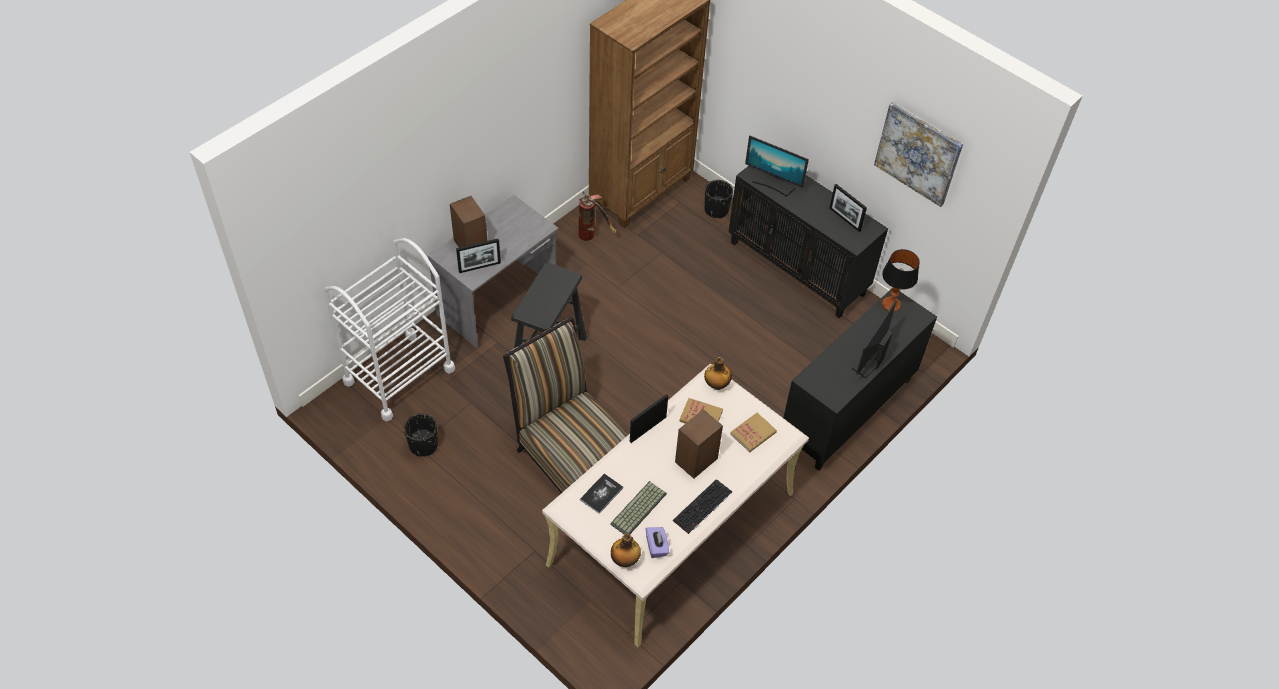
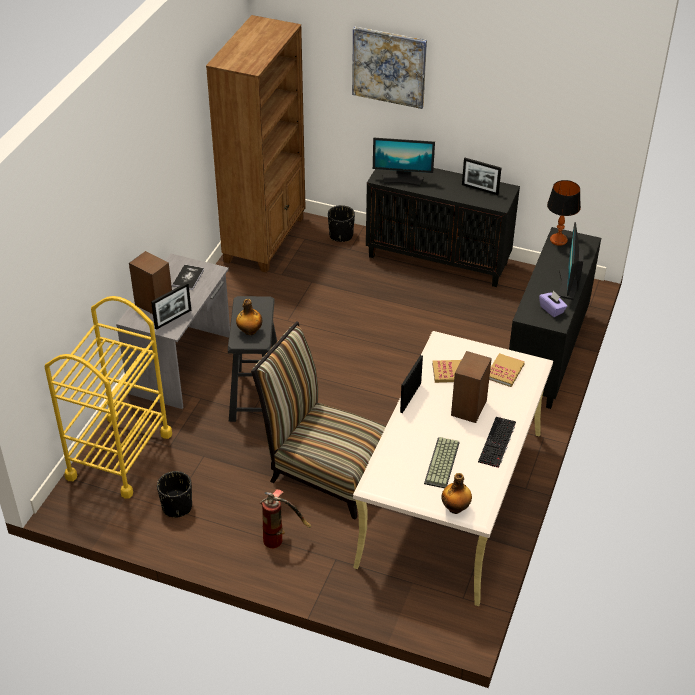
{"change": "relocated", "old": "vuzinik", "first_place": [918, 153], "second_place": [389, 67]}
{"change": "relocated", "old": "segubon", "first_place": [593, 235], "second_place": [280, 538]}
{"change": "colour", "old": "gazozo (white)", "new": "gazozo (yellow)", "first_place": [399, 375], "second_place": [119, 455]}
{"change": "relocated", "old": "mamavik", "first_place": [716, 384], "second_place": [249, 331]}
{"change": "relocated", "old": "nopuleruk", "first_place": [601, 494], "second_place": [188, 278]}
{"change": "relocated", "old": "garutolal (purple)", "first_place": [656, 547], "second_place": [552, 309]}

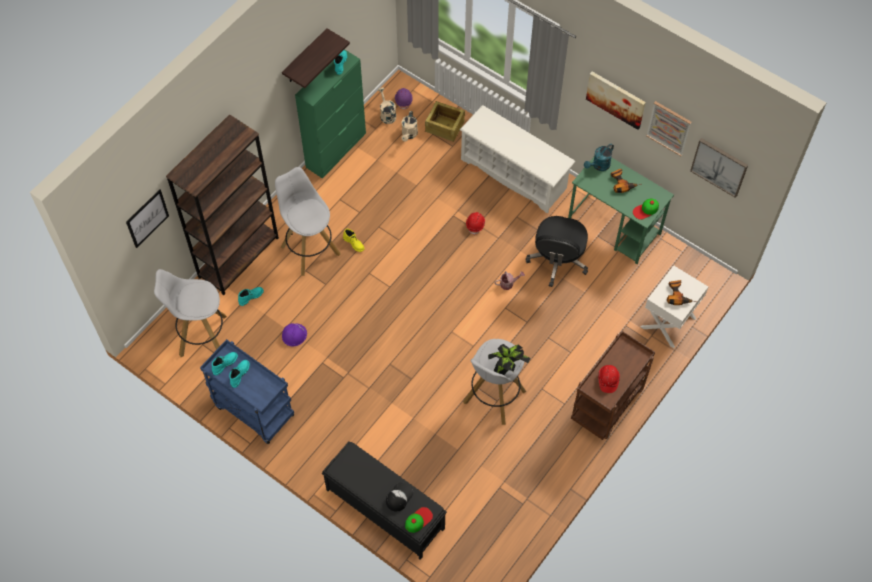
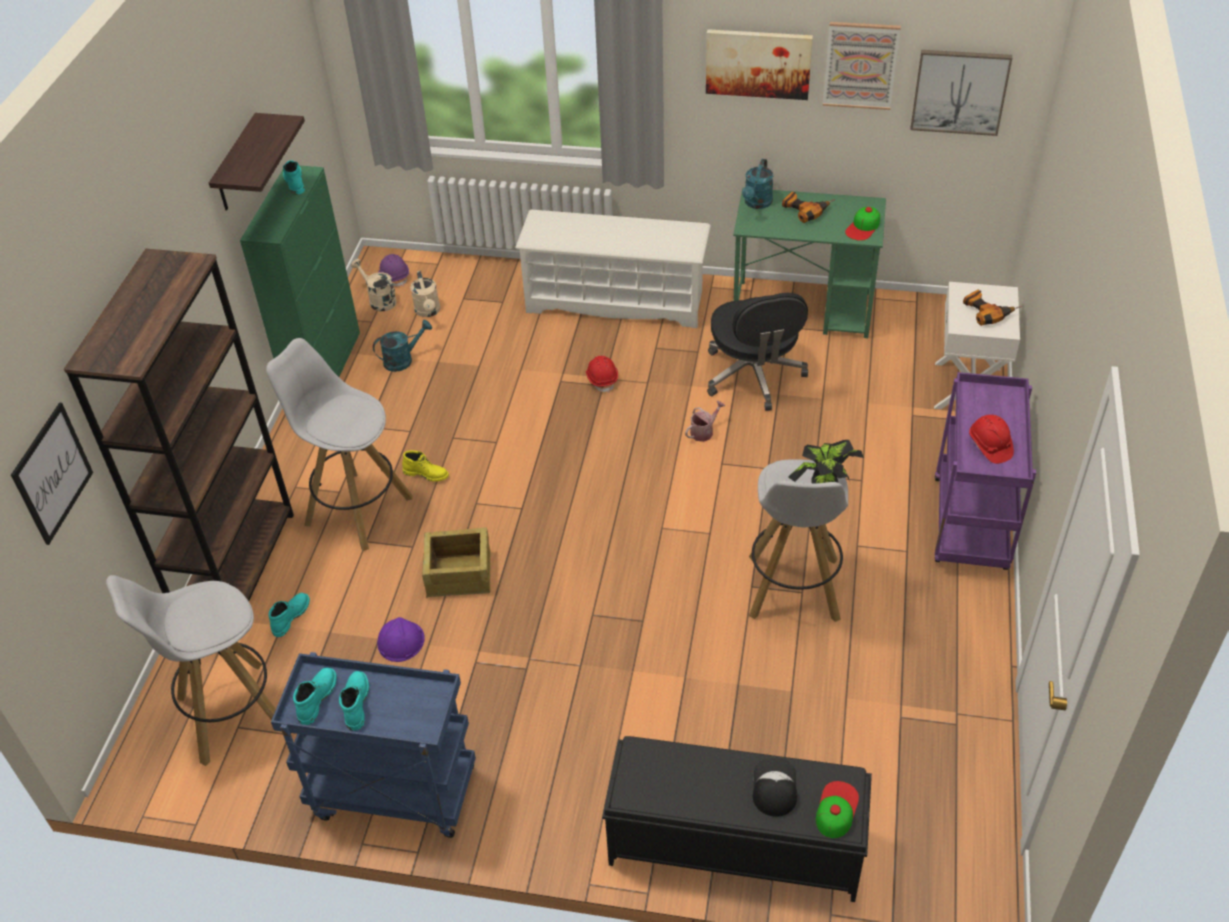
{"change": "relocated", "old": "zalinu", "first_place": [445, 127], "second_place": [459, 575]}
{"change": "colour", "old": "gazozo (brown)", "new": "gazozo (purple)", "first_place": [607, 406], "second_place": [971, 526]}
{"change": "appeared", "new": "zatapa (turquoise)", "second_place": [403, 360]}

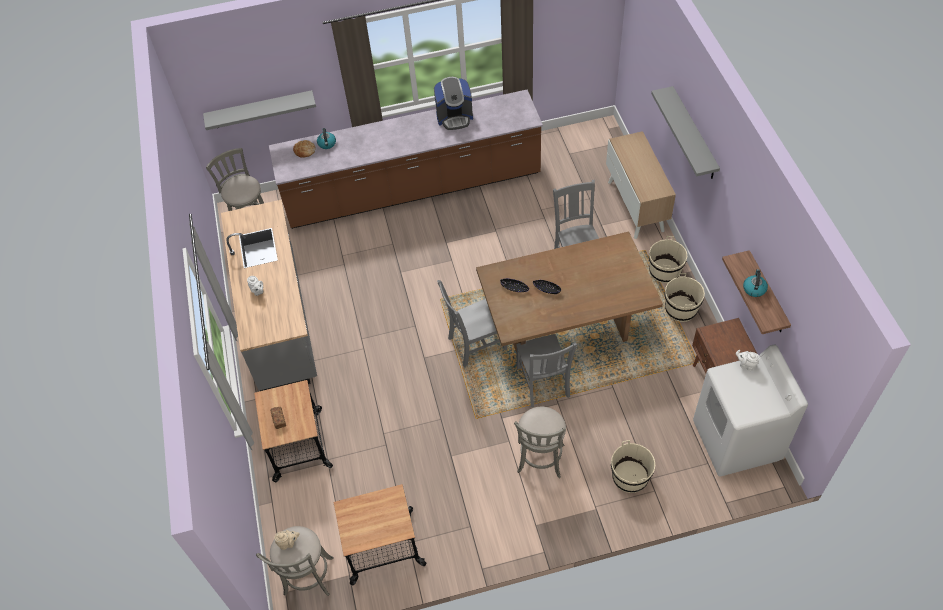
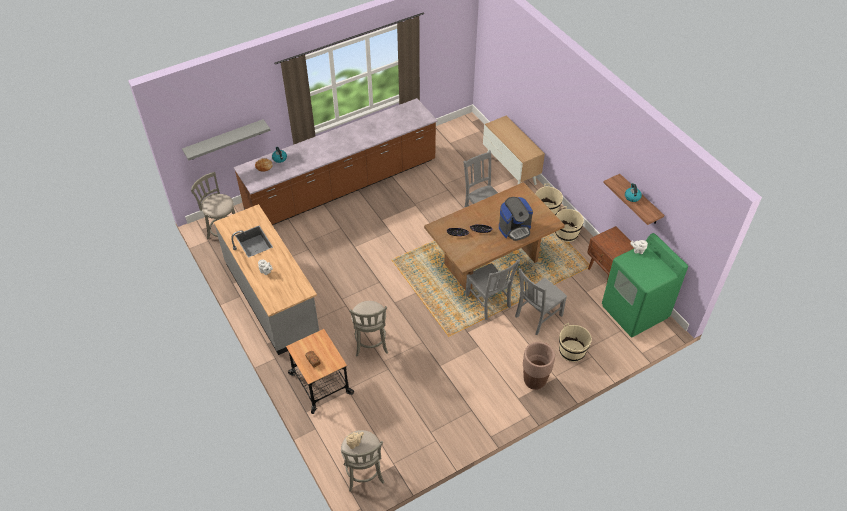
{"change": "relocated", "old": "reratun", "first_place": [454, 117], "second_place": [514, 229]}
{"change": "missing", "old": "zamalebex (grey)", "first_place": [694, 134]}
{"change": "relocated", "old": "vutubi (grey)", "first_place": [475, 344], "second_place": [537, 316]}
{"change": "colour", "old": "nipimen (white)", "new": "nipimen (green)", "first_place": [736, 441], "second_place": [635, 312]}
{"change": "relocated", "old": "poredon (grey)", "first_place": [540, 461], "second_place": [371, 345]}
{"change": "missing", "old": "gazozo", "first_place": [382, 547]}
{"change": "appeared", "new": "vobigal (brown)", "second_place": [534, 381]}

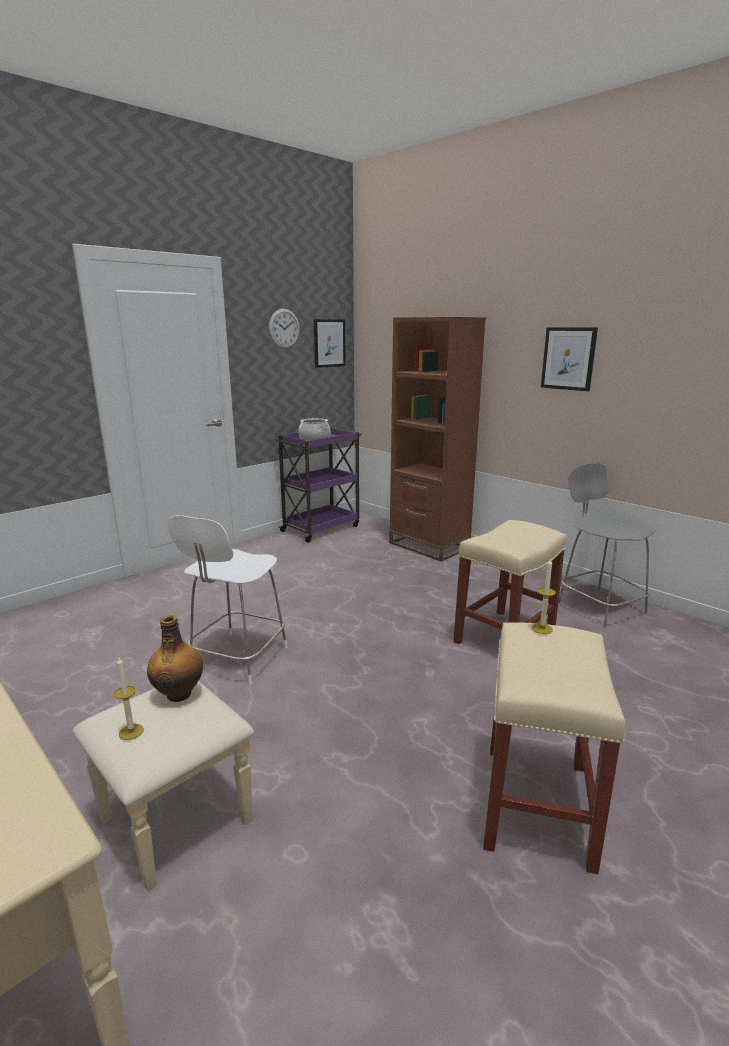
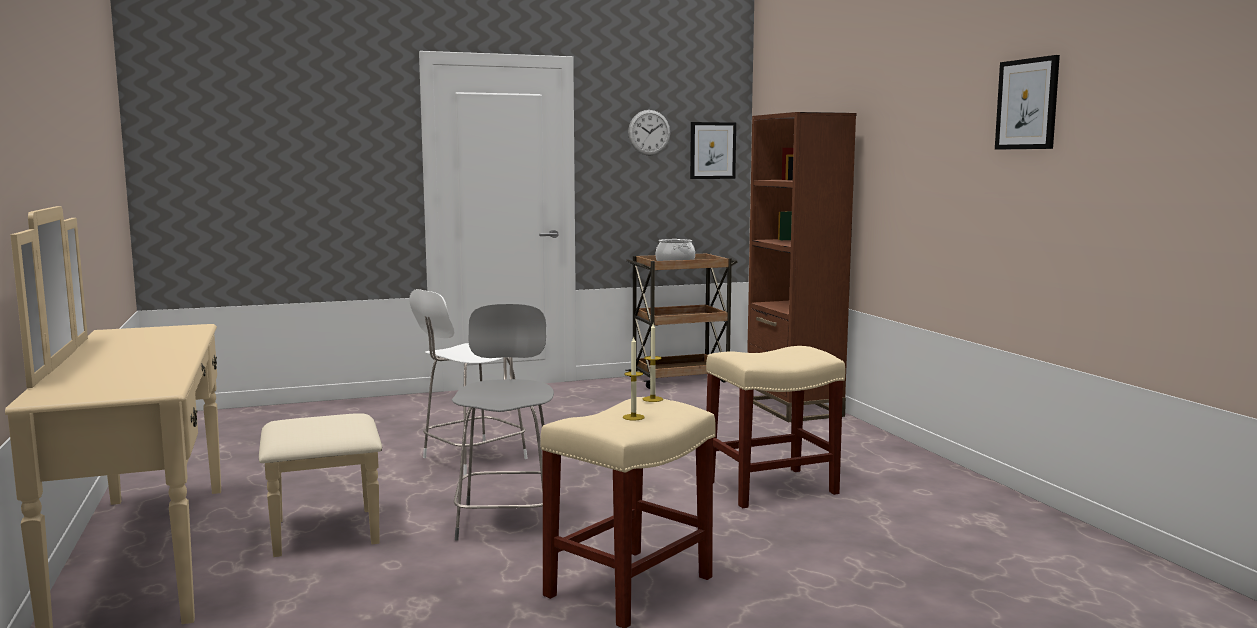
{"change": "relocated", "old": "vuzinik", "first_place": [568, 358], "second_place": [1027, 104]}
{"change": "colour", "old": "gazozo (purple)", "new": "gazozo (brown)", "first_place": [321, 528], "second_place": [680, 379]}
{"change": "relocated", "old": "vutubi (grey)", "first_place": [598, 606], "second_place": [507, 520]}
{"change": "missing", "old": "mamavik", "first_place": [179, 693]}
{"change": "relocated", "old": "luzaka", "first_place": [131, 732], "second_place": [633, 417]}

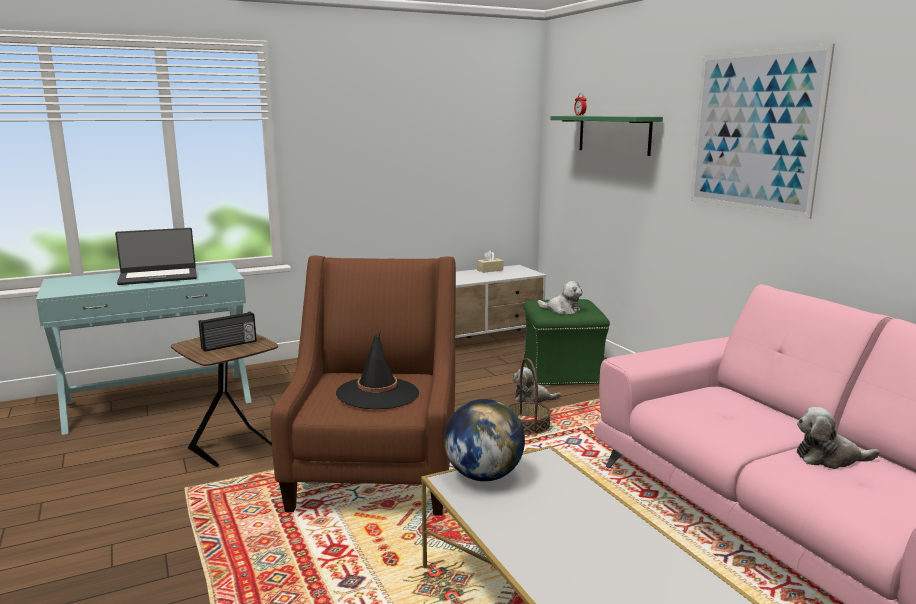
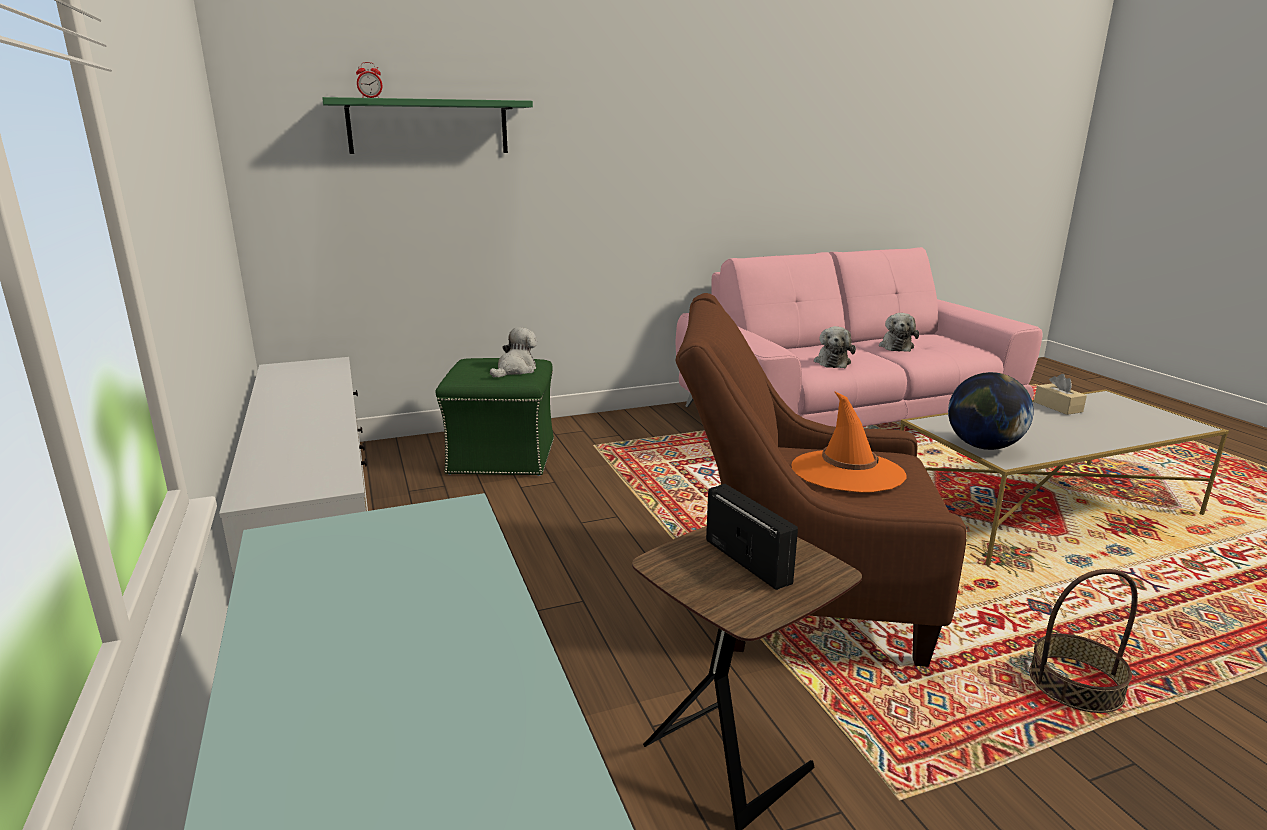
{"change": "missing", "old": "vuzinik", "first_place": [754, 131]}
{"change": "missing", "old": "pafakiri", "first_place": [158, 277]}
{"change": "relocated", "old": "garutolal (beige)", "first_place": [490, 270], "second_place": [1058, 407]}
{"change": "colour", "old": "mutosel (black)", "new": "mutosel (orange)", "first_place": [378, 394], "second_place": [847, 472]}
{"change": "relocated", "old": "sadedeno", "first_place": [527, 425], "second_place": [1075, 684]}
{"change": "relocated", "old": "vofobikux", "first_place": [532, 398], "second_place": [832, 362]}

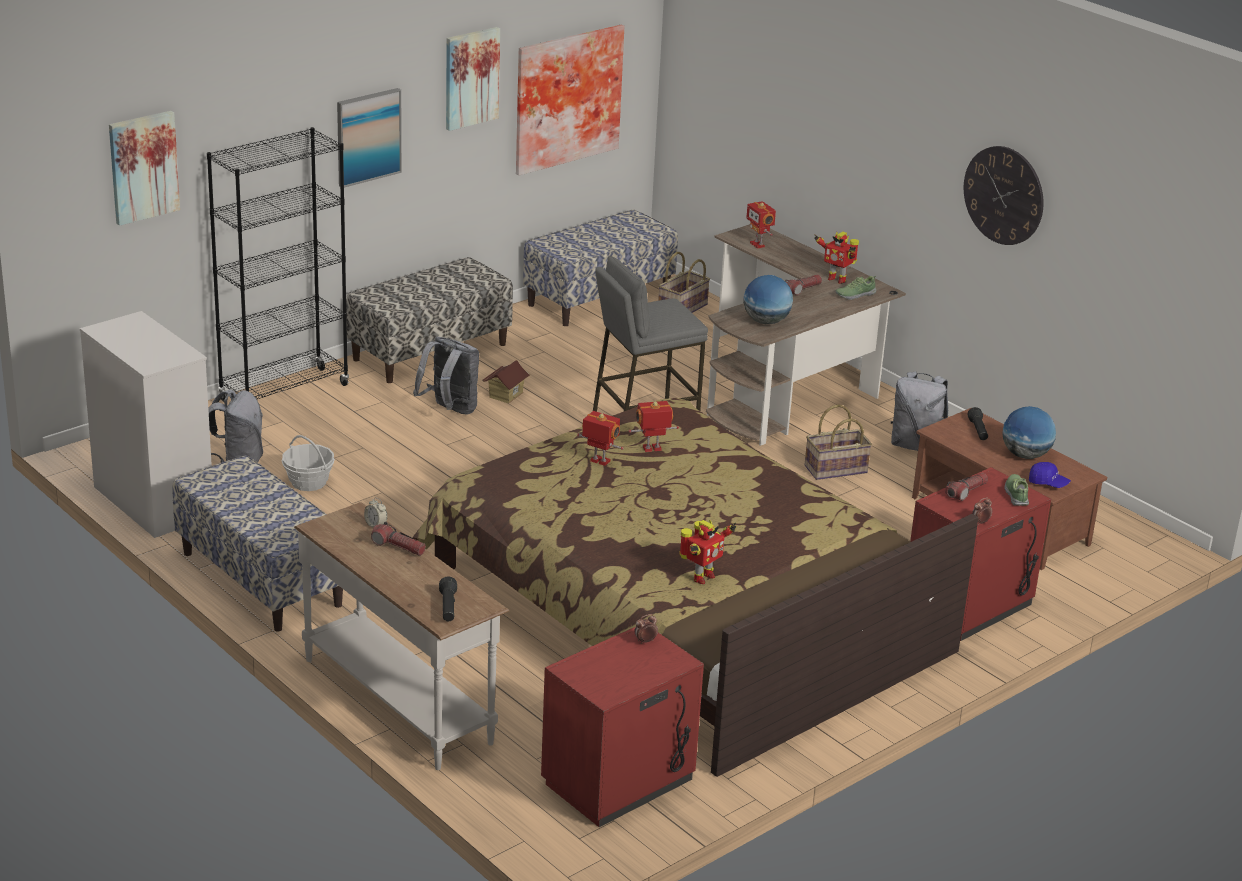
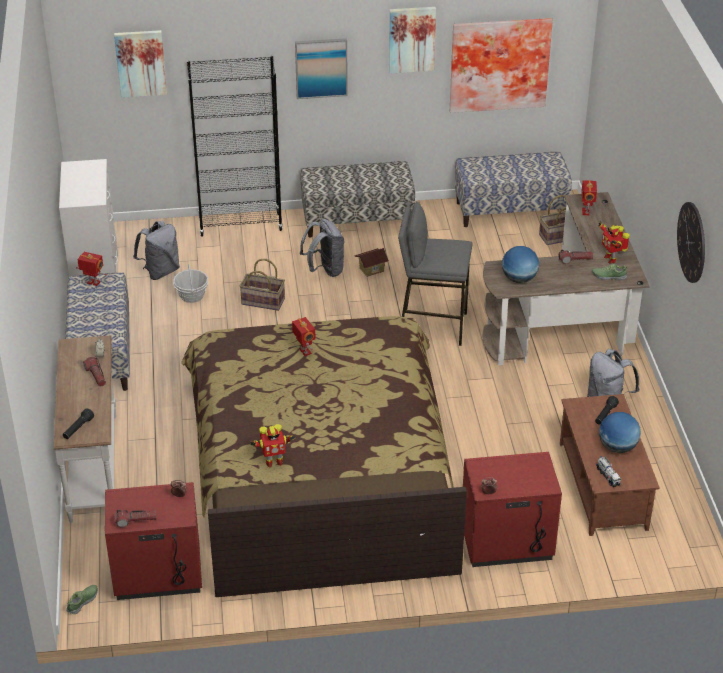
{"change": "relocated", "old": "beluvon", "first_place": [652, 449], "second_place": [93, 283]}
{"change": "relocated", "old": "sadedeno", "first_place": [836, 470], "second_place": [262, 302]}
{"change": "exchanged", "old": "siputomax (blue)", "new": "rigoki", "first_place": [1048, 483], "second_place": [607, 476]}
{"change": "relocated", "old": "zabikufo", "first_place": [966, 492], "second_place": [135, 521]}
{"change": "relocated", "old": "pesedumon", "first_place": [1016, 495], "second_place": [82, 602]}

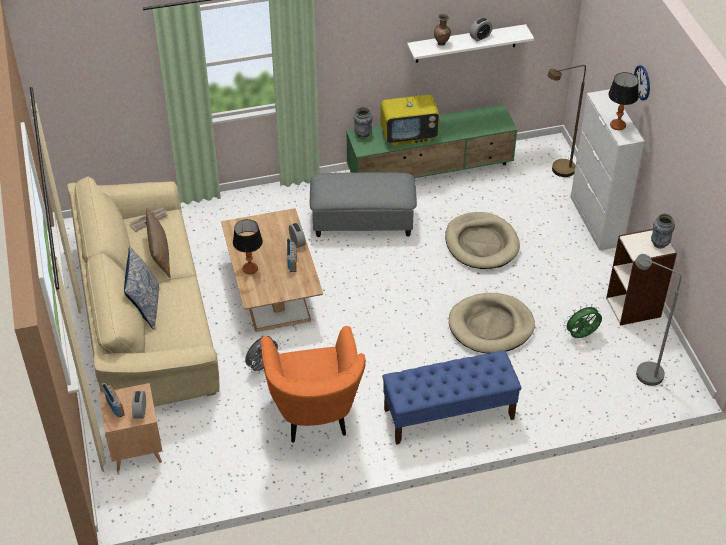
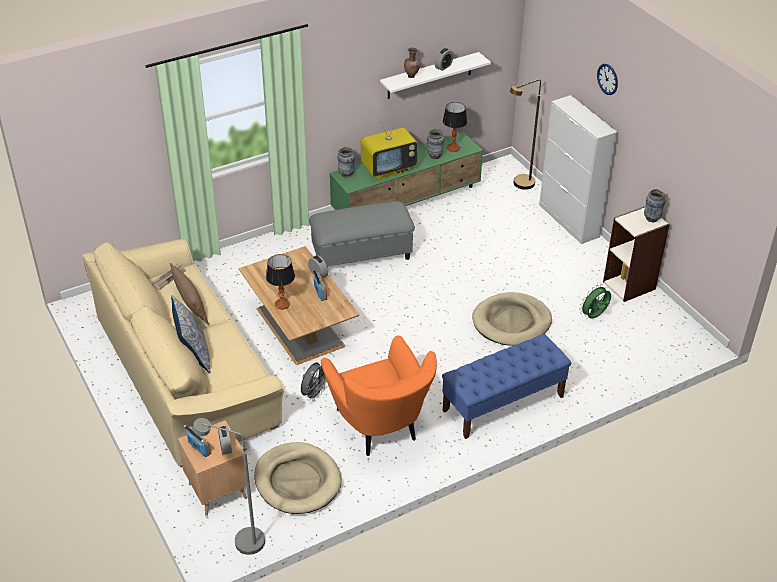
{"change": "relocated", "old": "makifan", "first_place": [618, 125], "second_place": [453, 148]}
{"change": "relocated", "old": "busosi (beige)", "first_place": [481, 243], "second_place": [297, 481]}
{"change": "relocated", "old": "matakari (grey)", "first_place": [642, 372], "second_place": [241, 540]}
{"change": "appeared", "new": "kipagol", "second_place": [434, 156]}

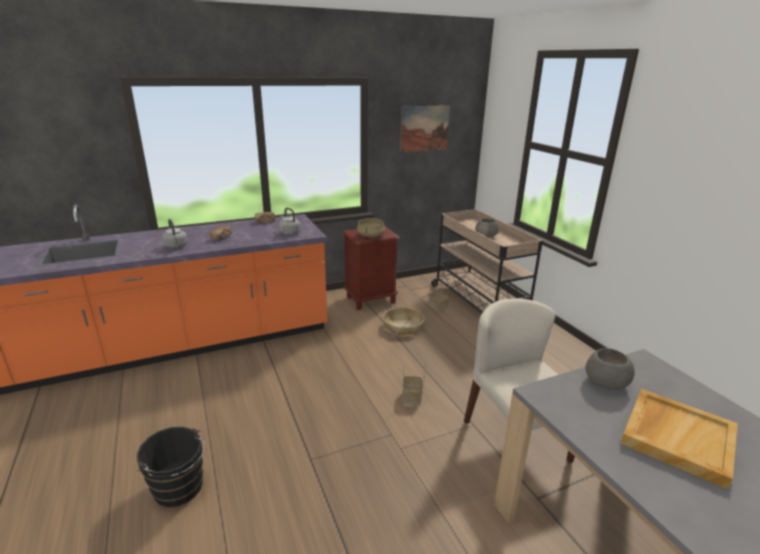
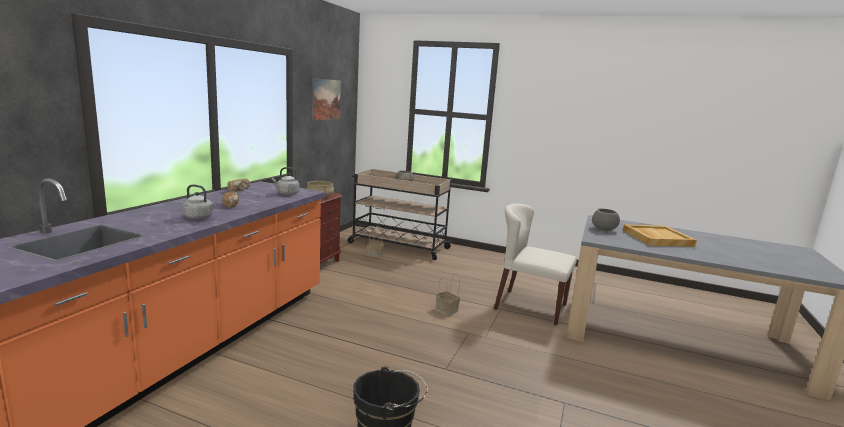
{"change": "missing", "old": "sadedeno", "first_place": [403, 326]}

